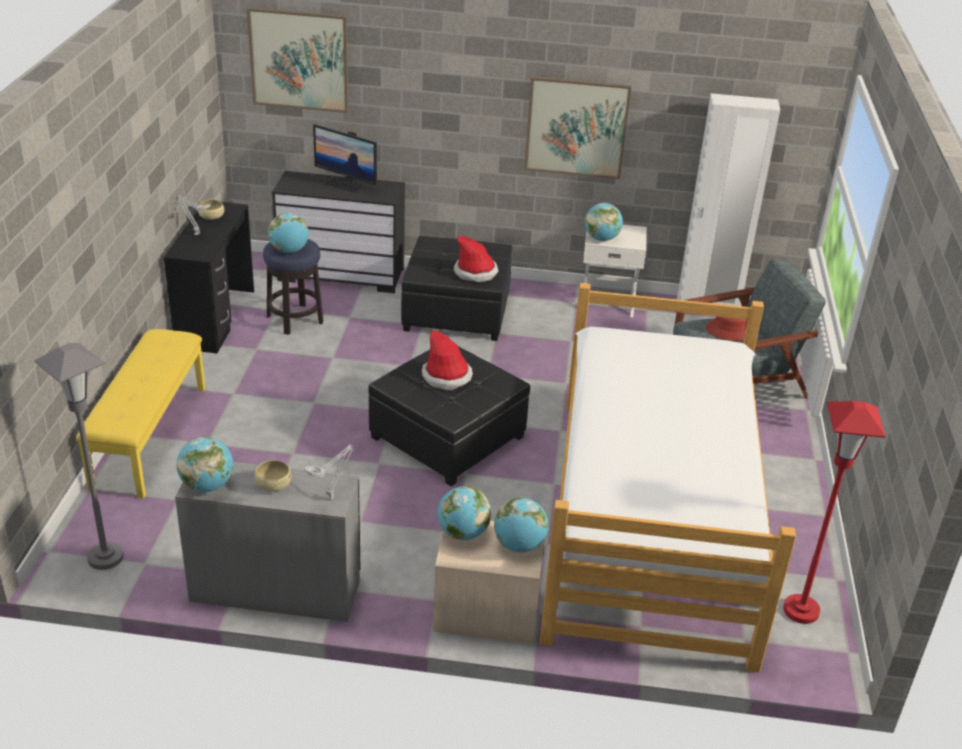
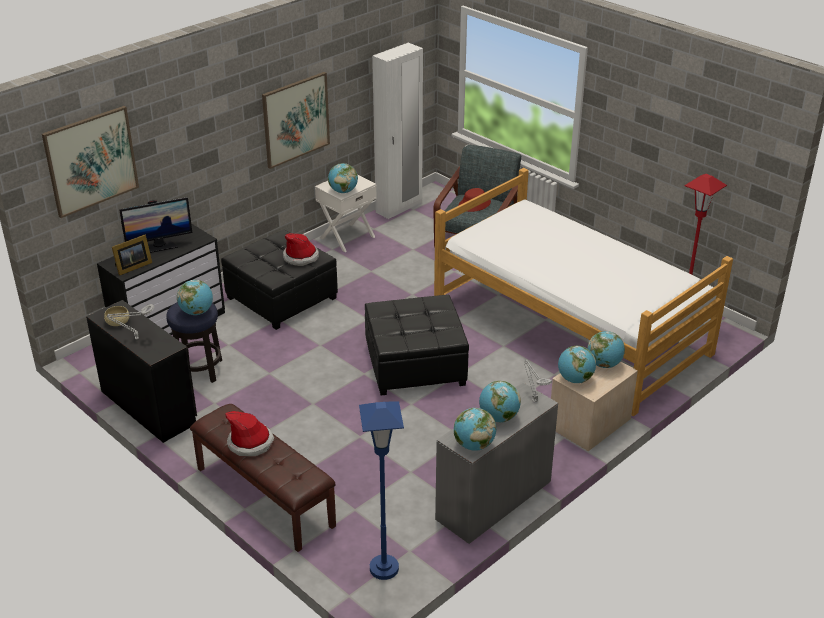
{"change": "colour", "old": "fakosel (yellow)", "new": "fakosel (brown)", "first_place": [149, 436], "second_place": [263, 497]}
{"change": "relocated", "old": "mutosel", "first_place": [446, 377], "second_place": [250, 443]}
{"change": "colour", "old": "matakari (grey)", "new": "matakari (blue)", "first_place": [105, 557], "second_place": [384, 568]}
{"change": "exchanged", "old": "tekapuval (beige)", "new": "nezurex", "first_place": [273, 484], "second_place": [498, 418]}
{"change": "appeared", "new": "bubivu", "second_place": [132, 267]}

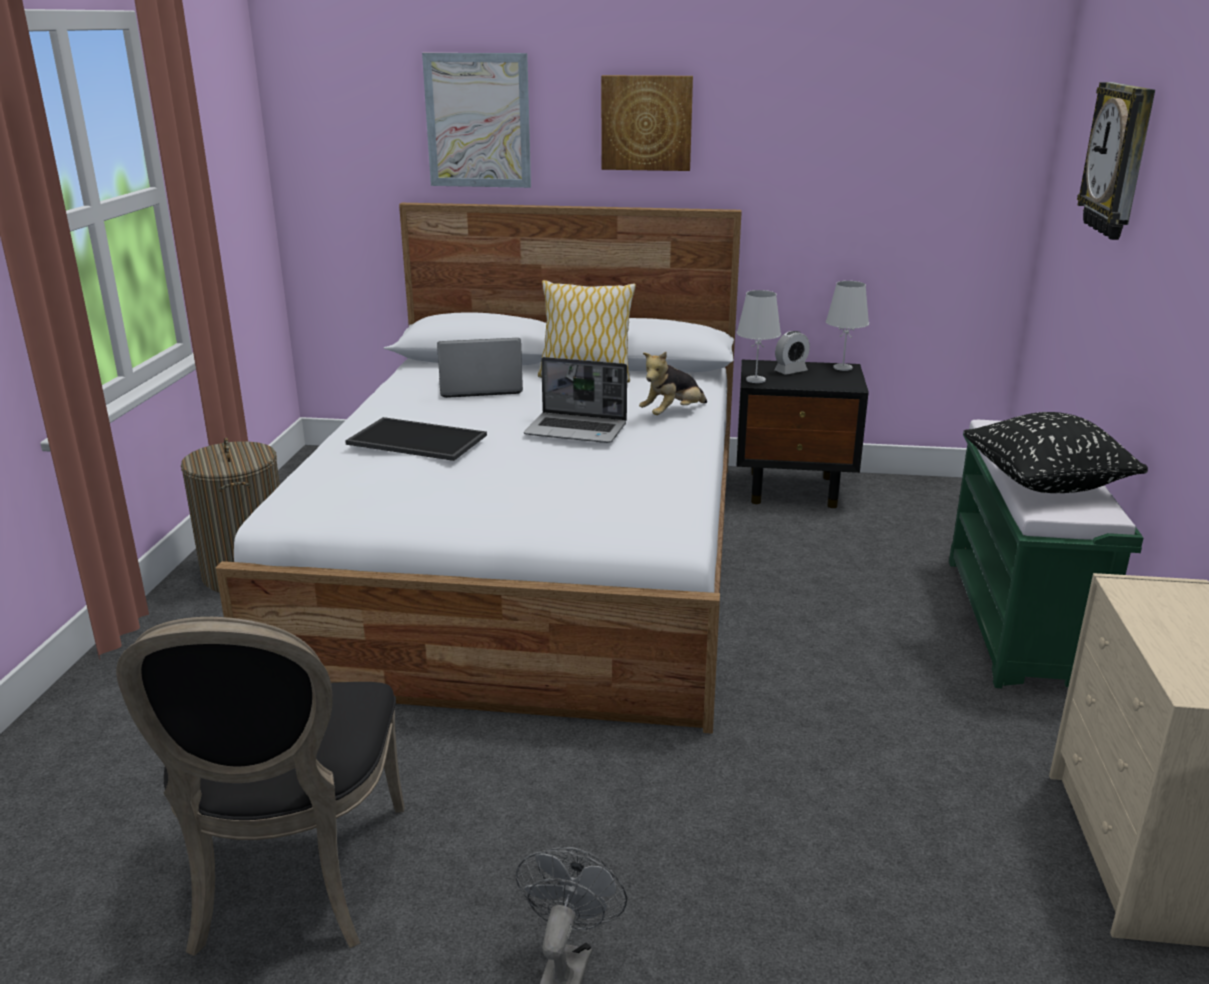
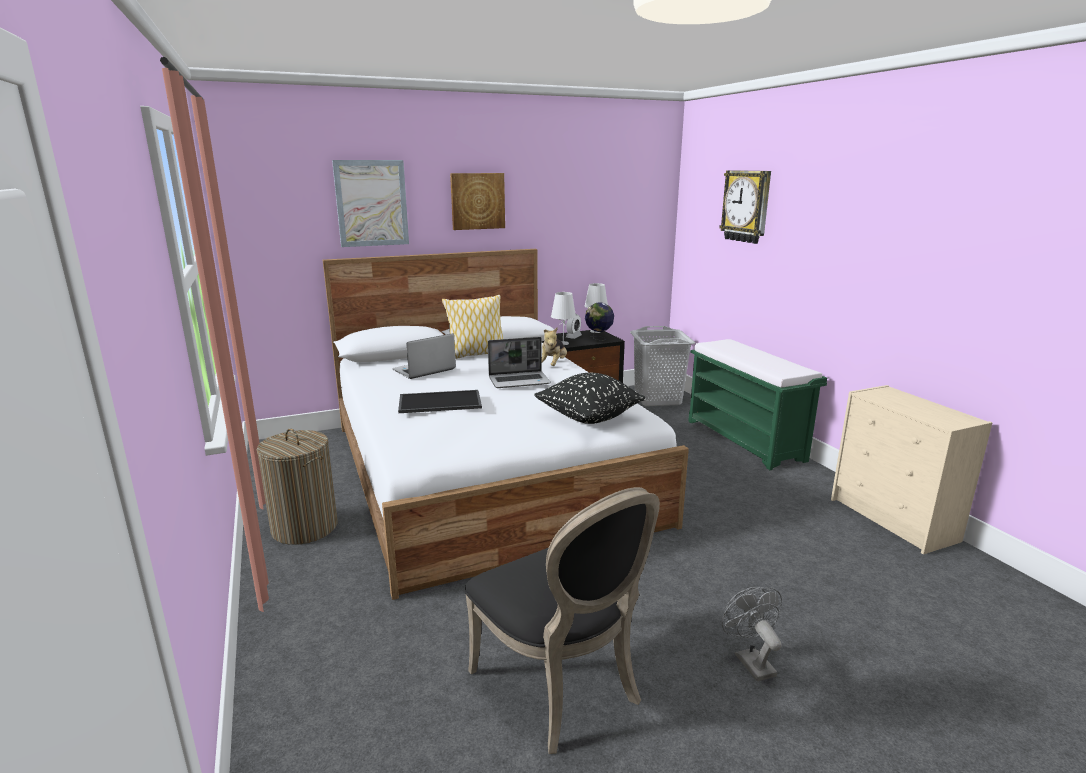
{"change": "relocated", "old": "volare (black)", "first_place": [1045, 483], "second_place": [588, 417]}
{"change": "appeared", "new": "nezurex", "second_place": [598, 339]}
{"change": "appeared", "new": "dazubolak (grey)", "second_place": [658, 399]}

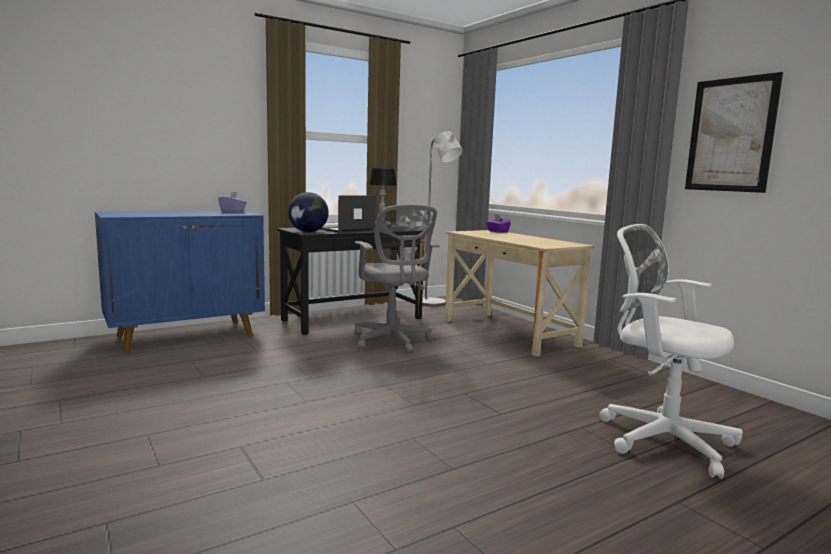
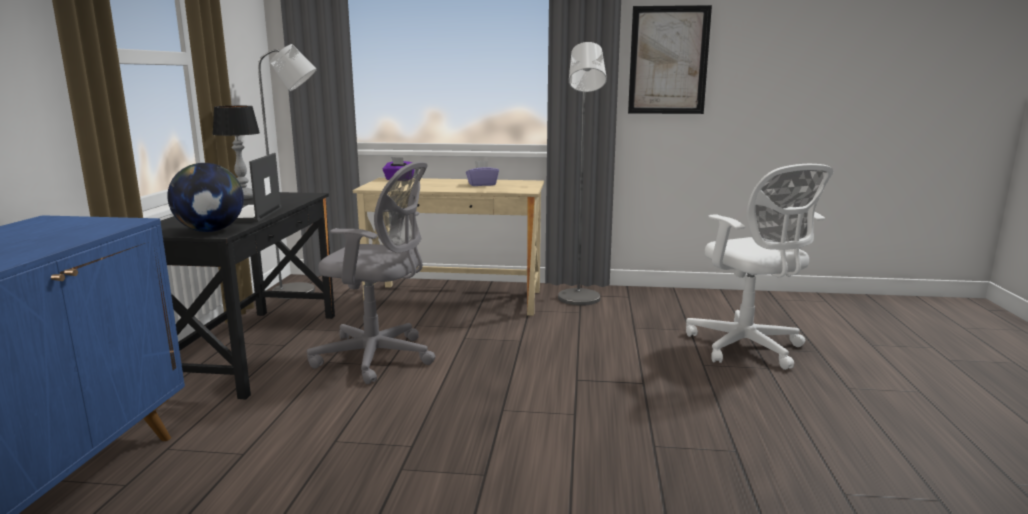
{"change": "relocated", "old": "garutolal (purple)", "first_place": [232, 211], "second_place": [482, 184]}
{"change": "spun", "old": "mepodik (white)", "first_place": [660, 438], "second_place": [747, 348], "degrees": -105}
{"change": "appeared", "new": "matakari (grey)", "second_place": [579, 301]}

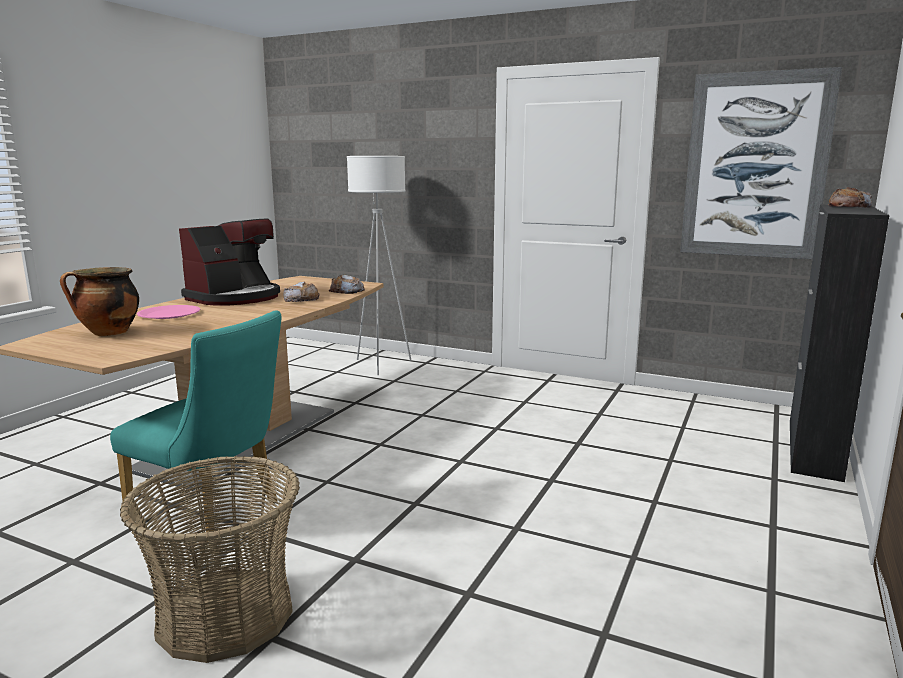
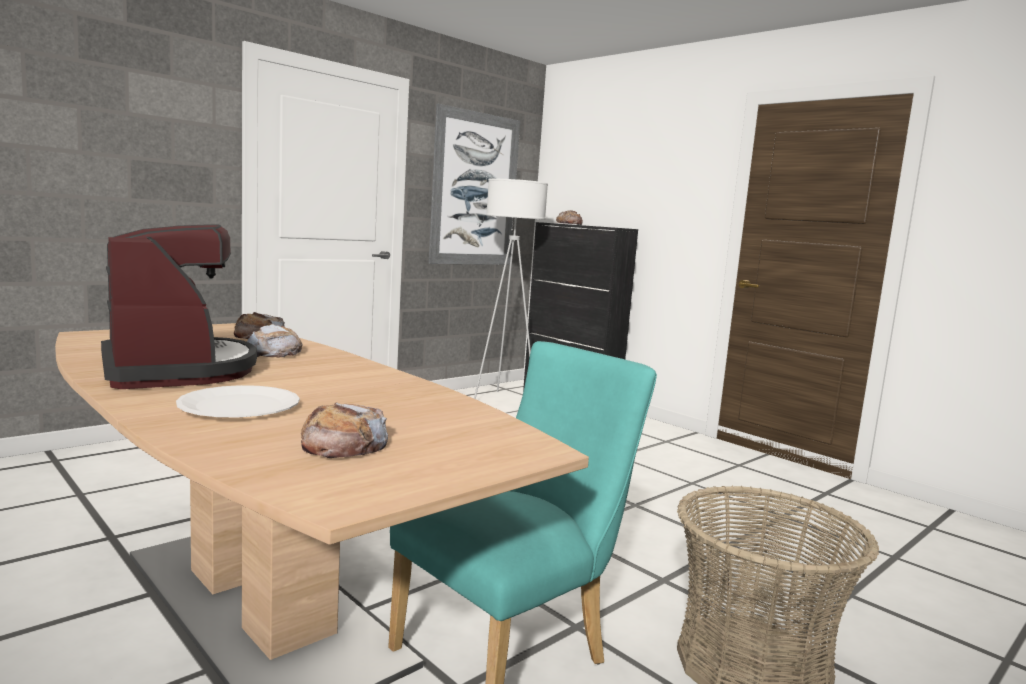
{"change": "relocated", "old": "matakari (white)", "first_place": [381, 365], "second_place": [503, 400]}
{"change": "exchanged", "old": "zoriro", "new": "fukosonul", "first_place": [108, 333], "second_place": [343, 444]}
{"change": "colour", "old": "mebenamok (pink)", "new": "mebenamok (white)", "first_place": [169, 314], "second_place": [239, 406]}

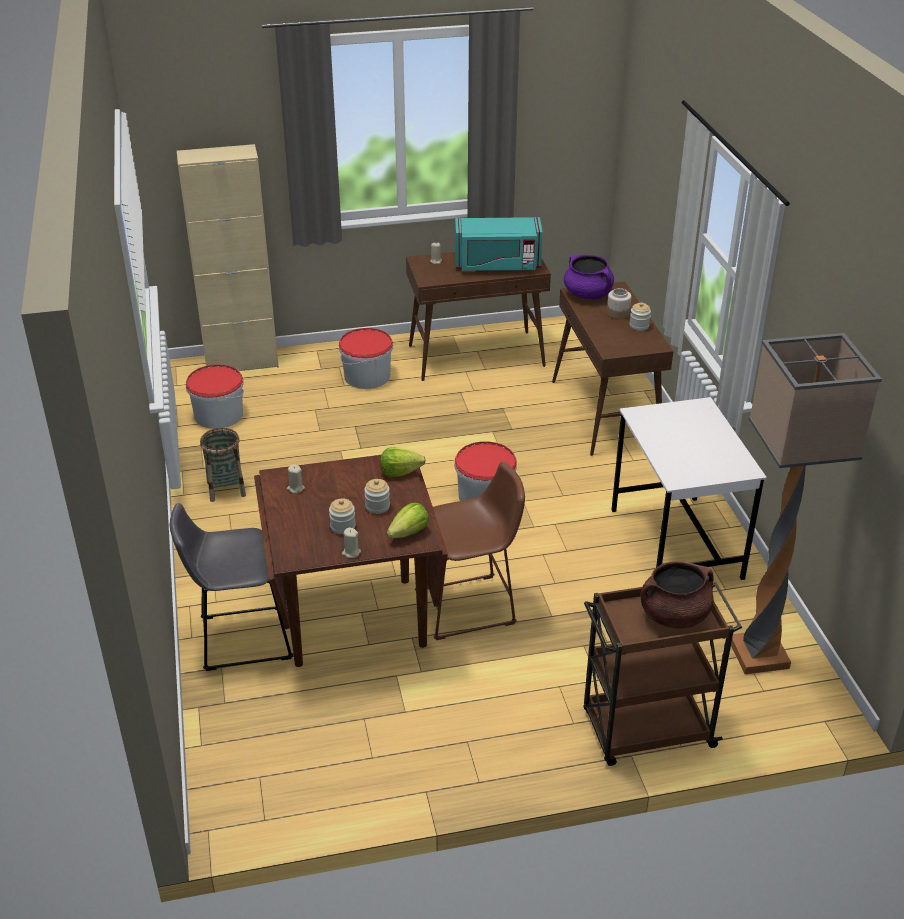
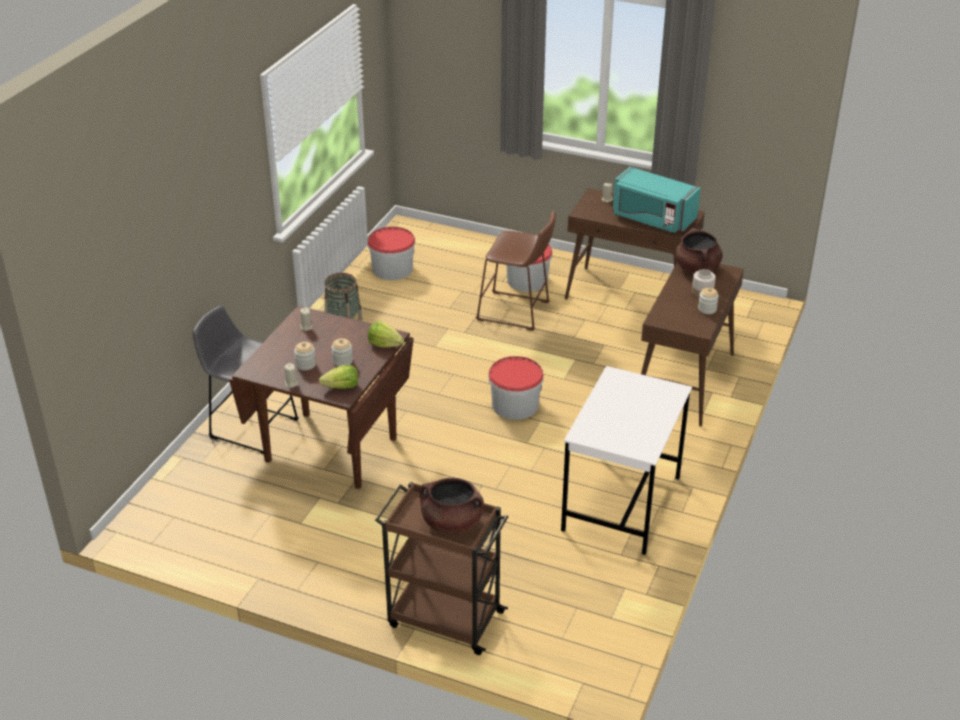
{"change": "missing", "old": "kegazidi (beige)", "first_place": [242, 363]}
{"change": "colour", "old": "zoriro (purple)", "new": "zoriro (brown)", "first_place": [588, 294], "second_place": [697, 268]}
{"change": "missing", "old": "matakari", "first_place": [757, 656]}
{"change": "relocated", "old": "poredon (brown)", "first_place": [471, 607], "second_place": [517, 312]}

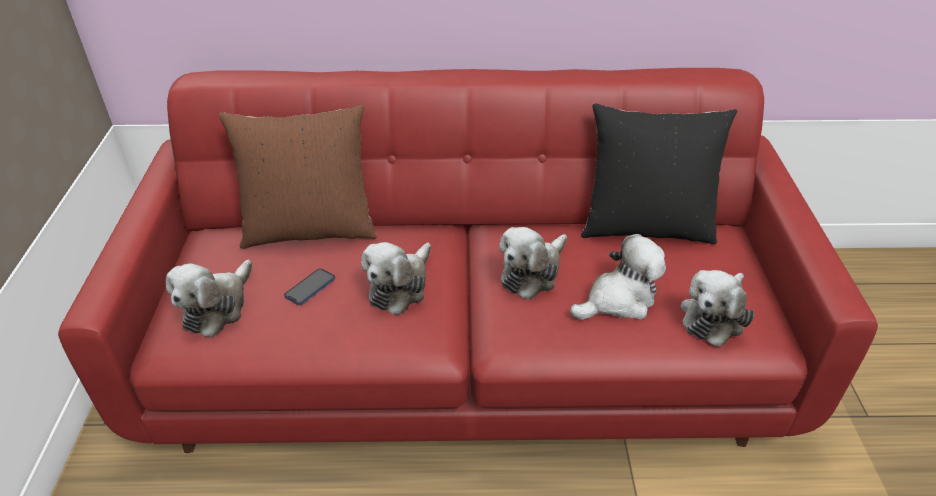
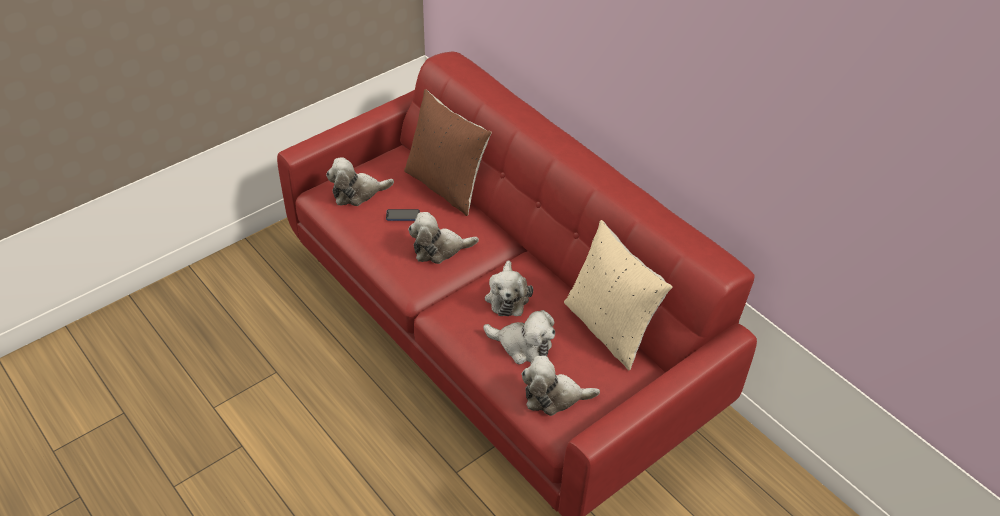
{"change": "colour", "old": "volare (black)", "new": "volare (beige)", "first_place": [645, 227], "second_place": [609, 328]}
{"change": "spun", "old": "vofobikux", "first_place": [532, 273], "second_place": [507, 297], "degrees": -90}

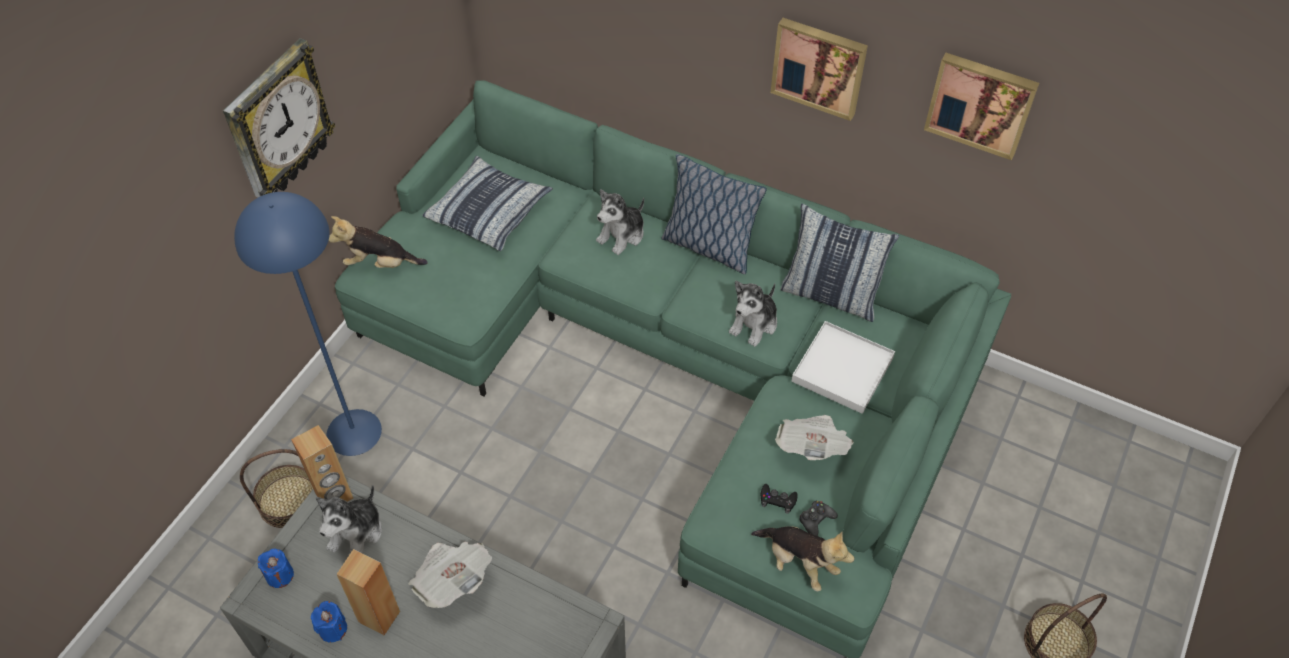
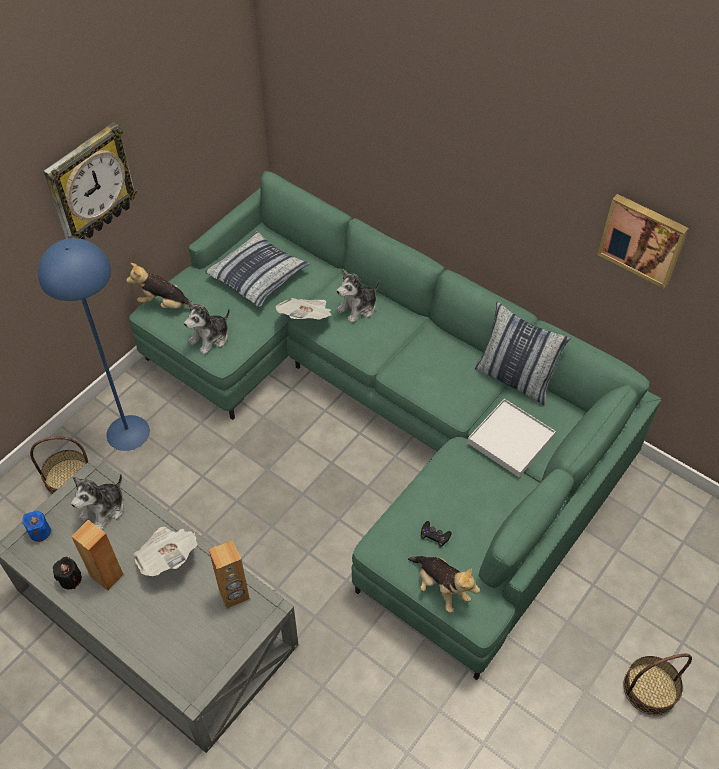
{"change": "missing", "old": "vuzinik", "first_place": [819, 66]}
{"change": "missing", "old": "volare", "first_place": [708, 246]}
{"change": "relocated", "old": "vofobikux", "first_place": [754, 324], "second_place": [210, 338]}
{"change": "relocated", "old": "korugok", "first_place": [812, 447], "second_place": [306, 318]}
{"change": "relocated", "old": "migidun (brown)", "first_place": [334, 496], "second_place": [234, 594]}
{"change": "missing", "old": "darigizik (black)", "first_place": [816, 520]}
{"change": "colour", "old": "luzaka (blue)", "new": "luzaka (black)", "first_place": [333, 629], "second_place": [70, 579]}

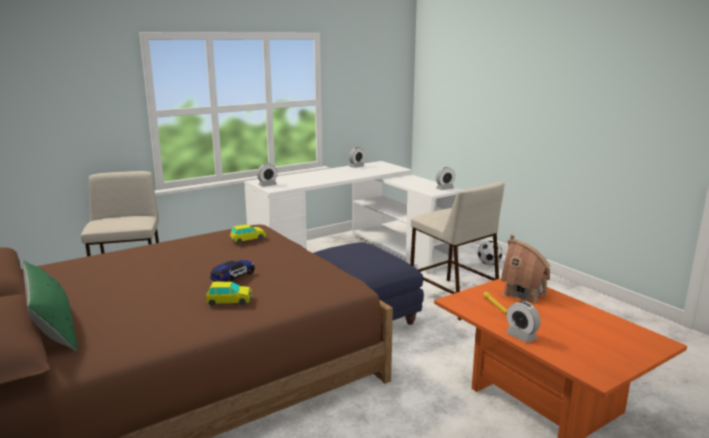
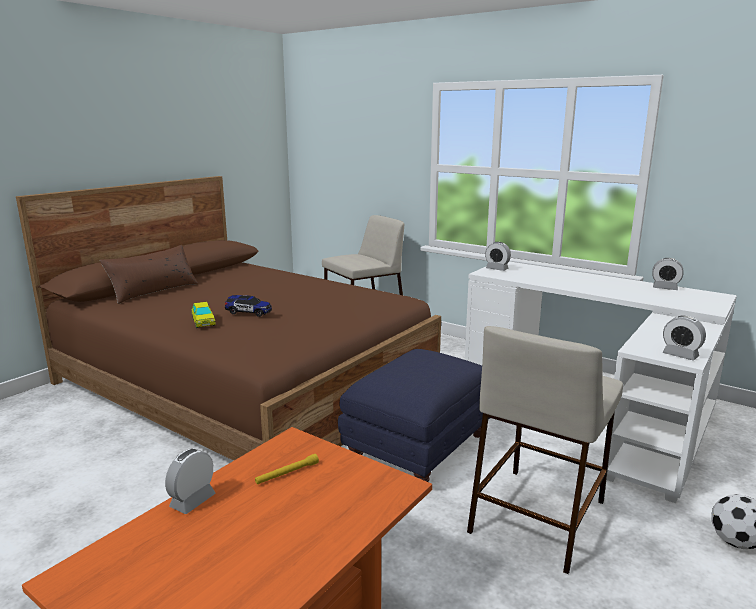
{"change": "missing", "old": "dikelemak", "first_place": [248, 239]}
{"change": "missing", "old": "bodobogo", "first_place": [524, 293]}
{"change": "colour", "old": "volare (green)", "new": "volare (brown)", "first_place": [53, 327], "second_place": [154, 291]}

